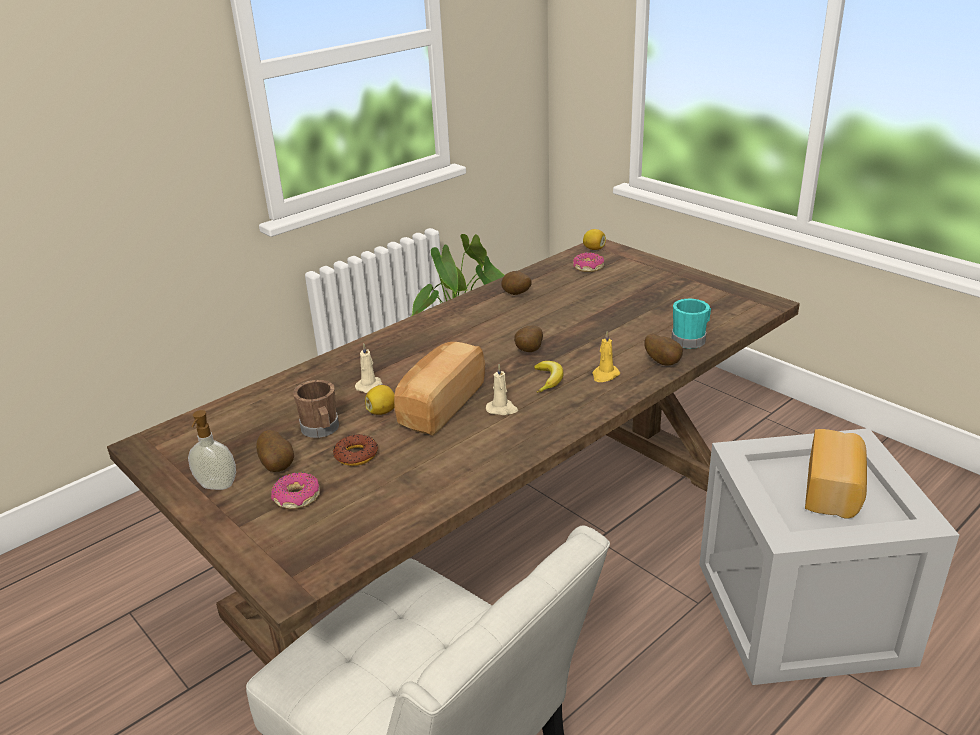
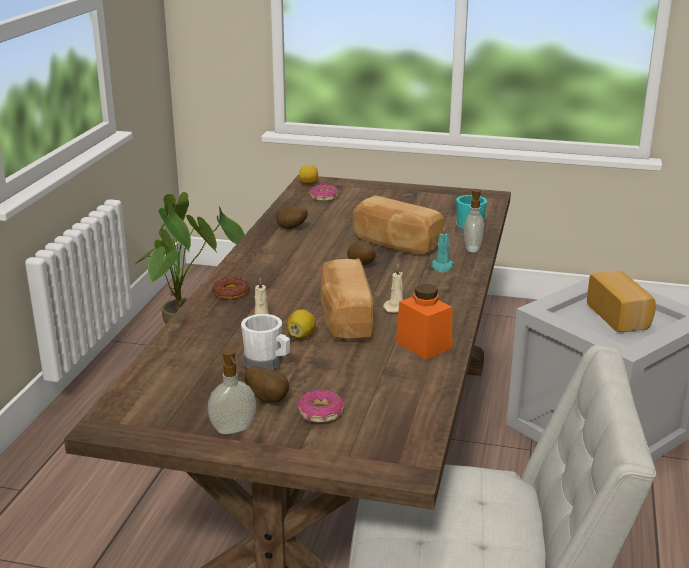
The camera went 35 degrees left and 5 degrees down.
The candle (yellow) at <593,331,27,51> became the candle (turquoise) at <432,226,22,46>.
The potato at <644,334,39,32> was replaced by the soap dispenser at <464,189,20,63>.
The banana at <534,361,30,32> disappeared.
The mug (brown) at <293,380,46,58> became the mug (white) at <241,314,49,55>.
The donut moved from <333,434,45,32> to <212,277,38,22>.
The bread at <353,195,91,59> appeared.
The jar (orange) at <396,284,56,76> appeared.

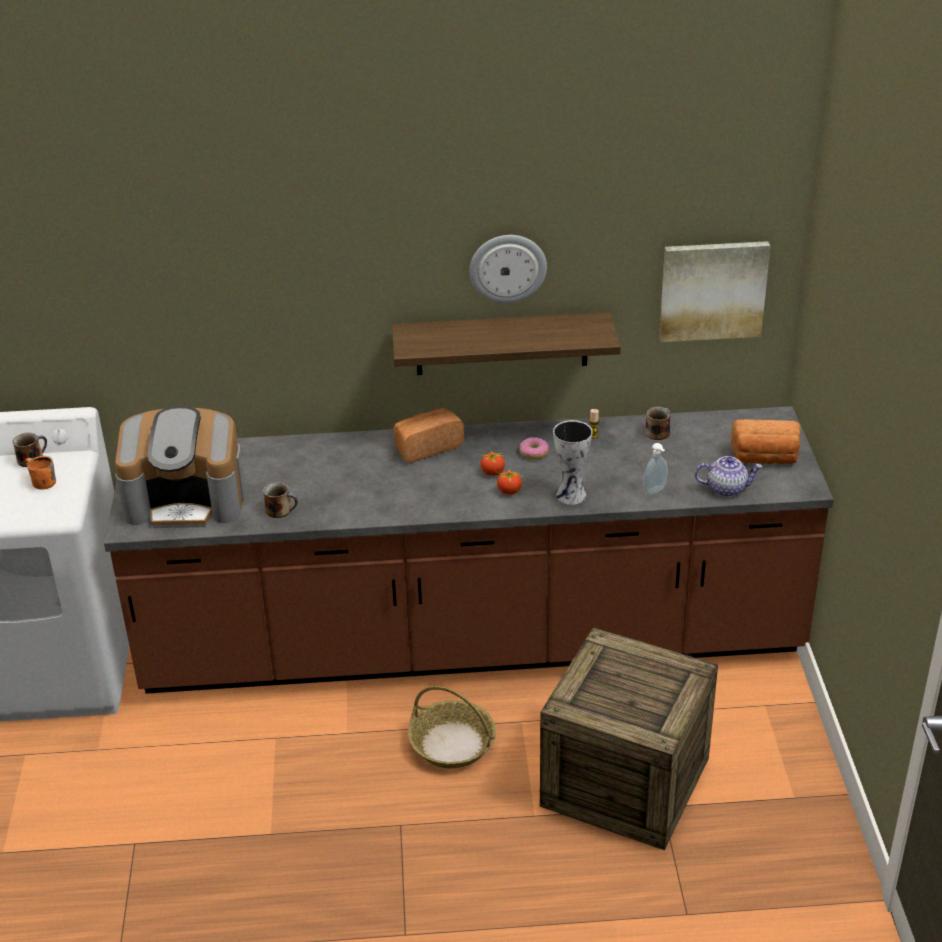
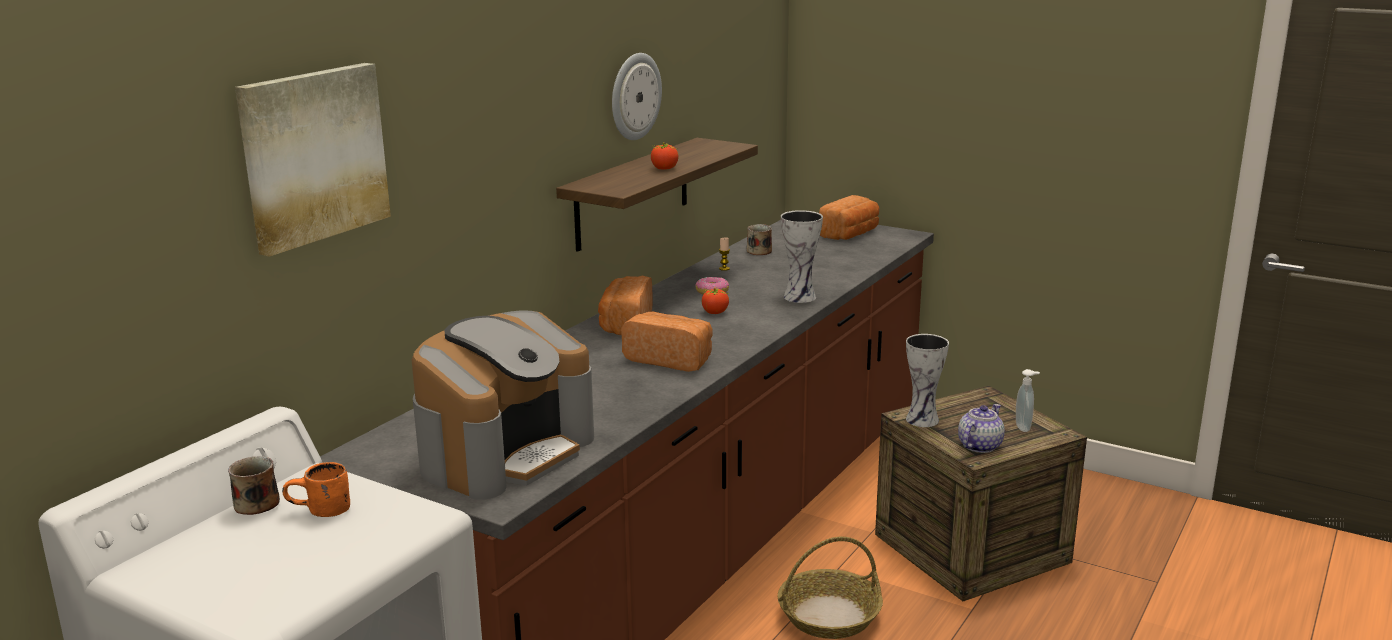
The camera went 55 degrees left and 15 degrees down.
The picture moved from <659,241,112,101> to <235,63,156,194>.
The soap dispenser moved from <643,443,25,52> to <1016,369,24,63>.
The teapot moved from <695,456,67,41> to <958,404,47,49>.
The tomato moved from <497,470,25,25> to <651,143,28,27>.
The mug at <263,482,35,36> disappeared.
The bread at <621,312,92,60> appeared.
The vase at <906,334,43,93> appeared.

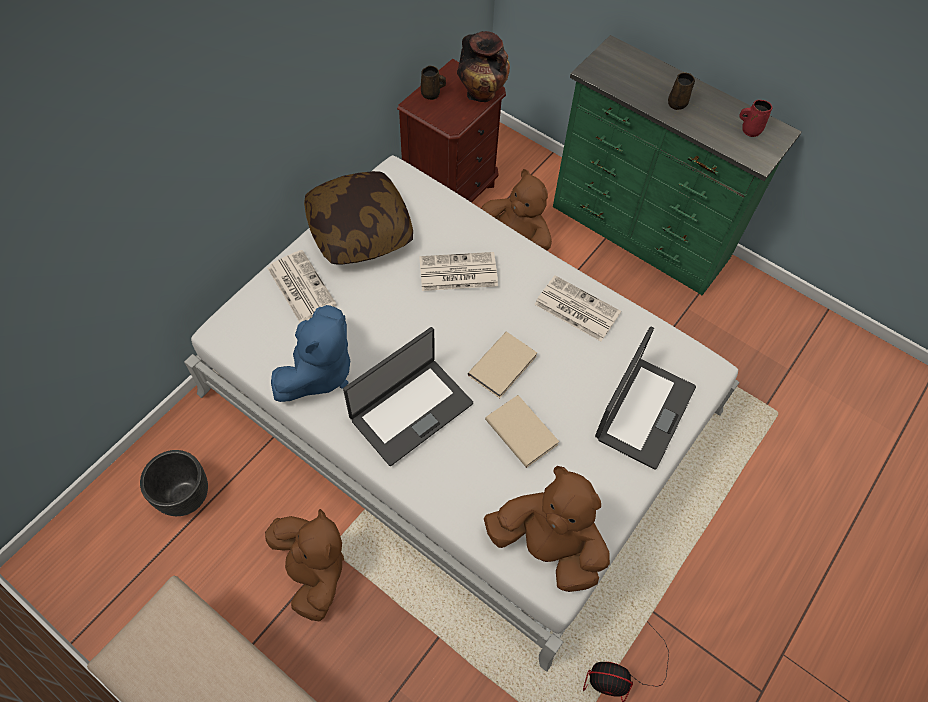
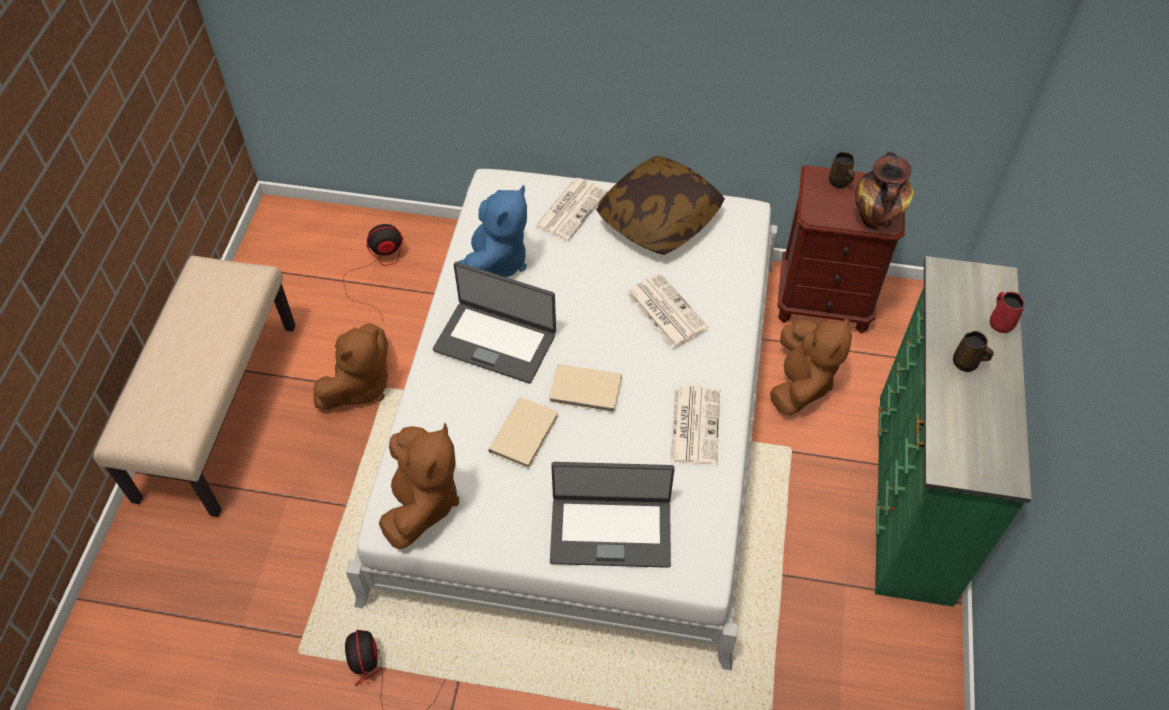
The camera went 65 degrees right and 5 degrees down.
The mug (red) moved from <739,100,33,37> to <990,292,35,41>.
The plush toy (blue) at <271,305,79,97> turned 75 degrees counterclockwise.
The planter (black) at <140,450,68,66> was replaced by the fan at <343,224,60,98>.

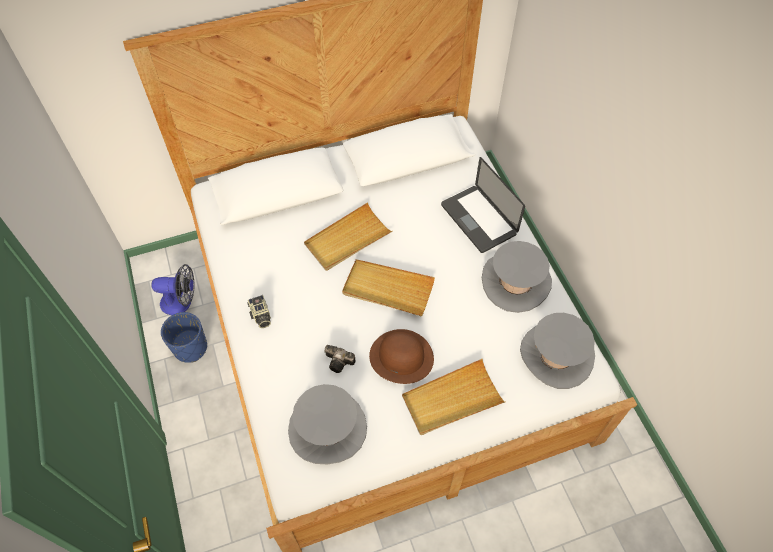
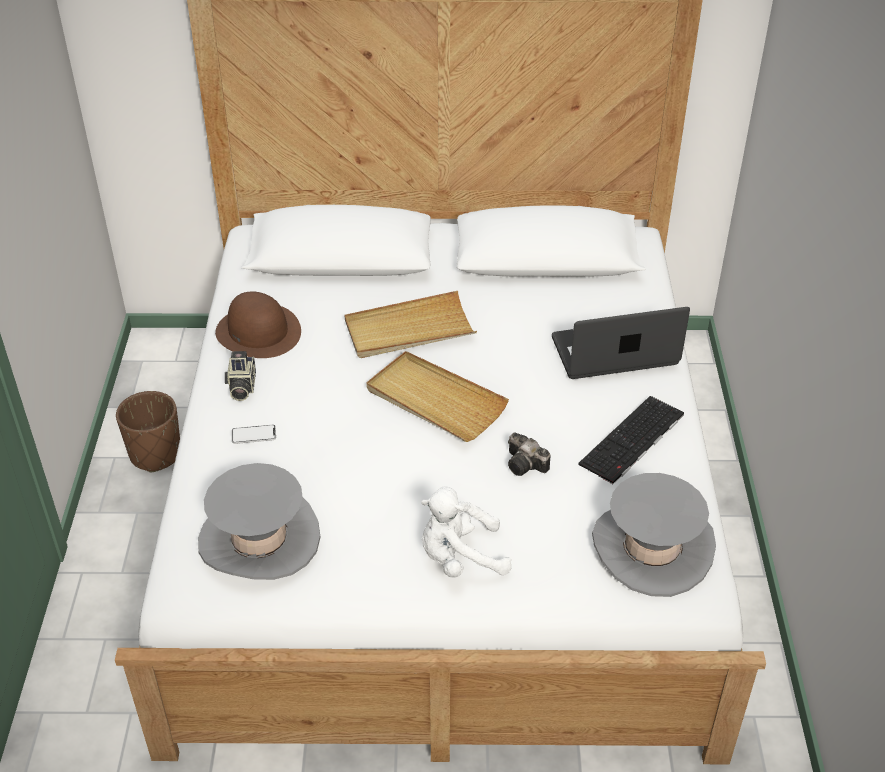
The camera went 20 degrees right and 15 degrees down.
The laptop at <441,157,84,96> turned 90 degrees clockwise.
The hat (grey) at <482,241,70,72> was replaced by the keyboard at <578,396,106,88>.
The fan at <151,264,43,51> disappeared.
The planter (blue) at <161,312,46,50> became the planter (brown) at <116,391,64,81>.
The hat (brown) moved from <369,329,65,55> to <215,291,86,67>.
The photo camera moved from <324,345,32,28> to <508,433,43,43>.
The tray (beige) at <402,359,104,76> was replaced by the plush toy (white) at <421,486,90,92>.
The phone at <232,425,44,19> appeared.

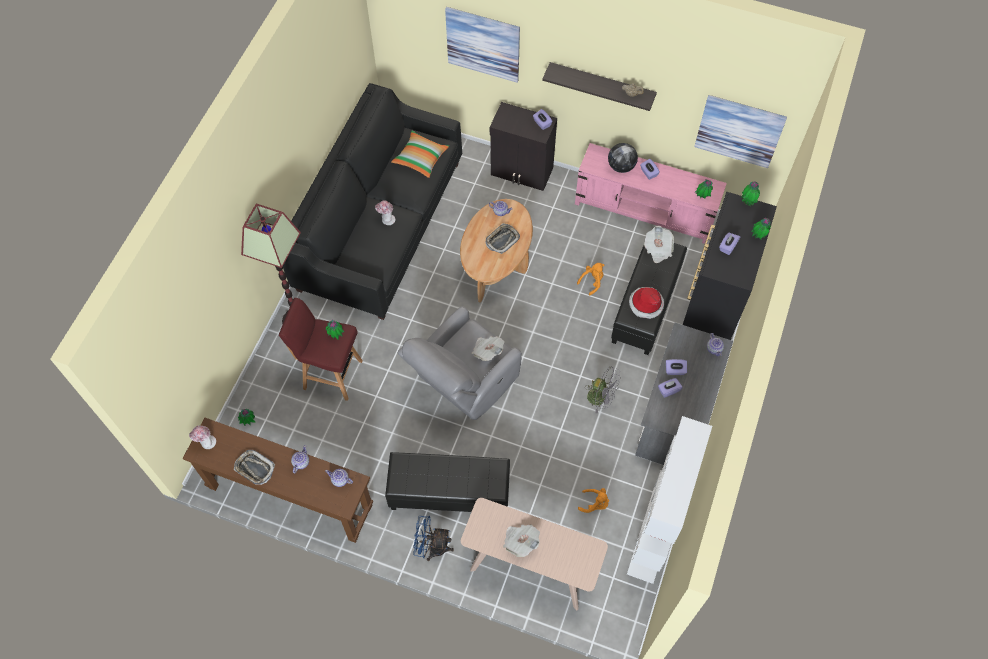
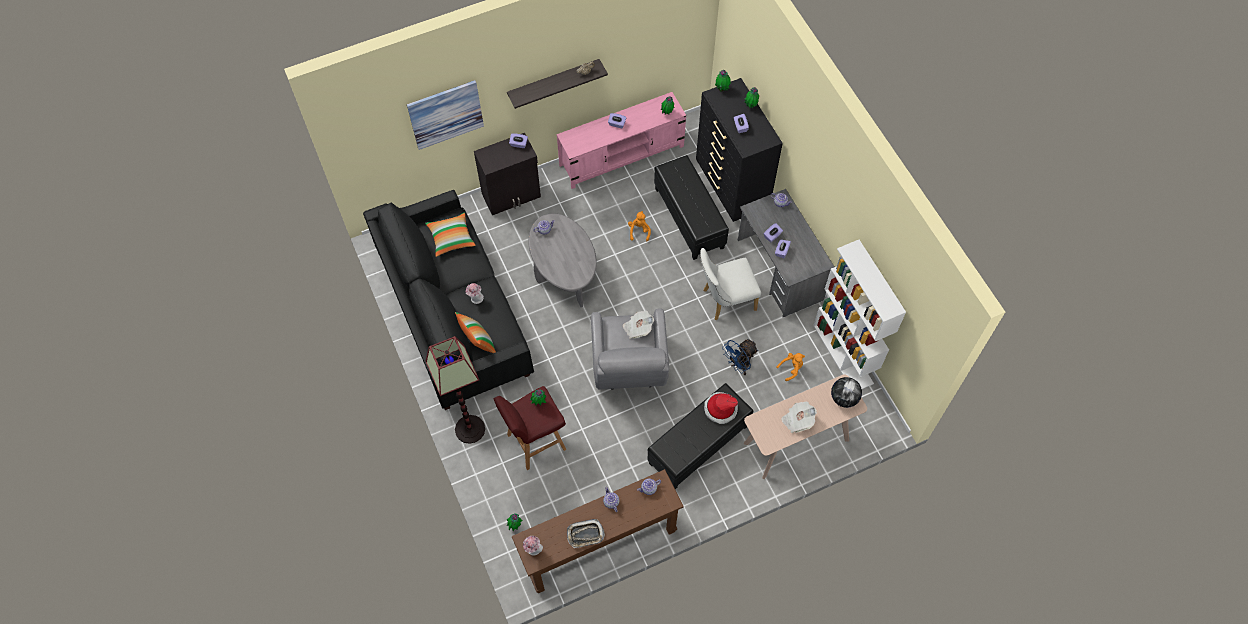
The camera went 45 degrees left and 0 degrees up.
The picture at <694,95,93,73> disappeared.
The globe moved from <608,143,30,30> to <831,377,31,31>.
The coffee table (brown) at <460,199,73,104> became the coffee table (grey) at <528,213,69,94>.
The tray at <485,223,35,31> disappeared.
The newspaper at <644,226,30,37> disappeared.
The hat moved from <629,287,35,32> to <704,392,34,32>.
The fan (grey) at <585,367,36,46> was replaced by the chair (white) at <700,248,61,72>.
The fan (blue) moved from <413,516,41,45> to <722,339,36,36>.
The pillow at <455,312,41,41> appeared.

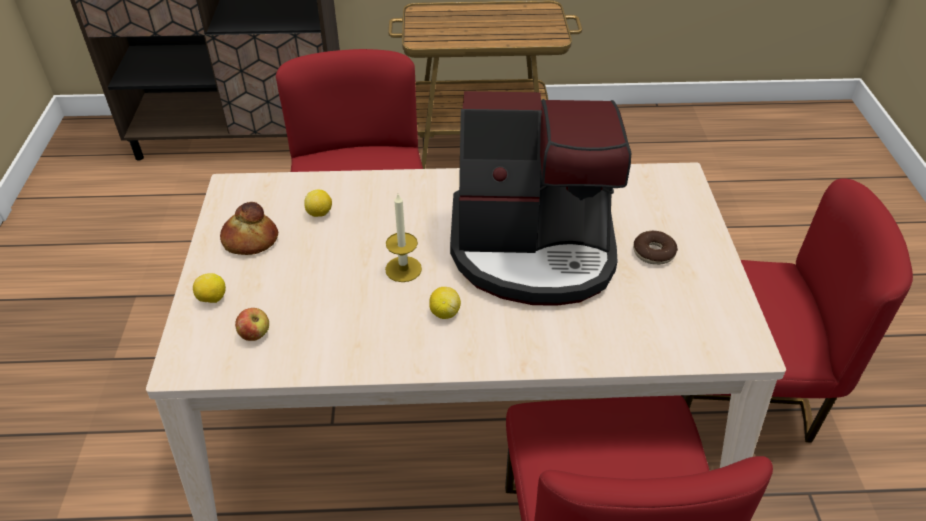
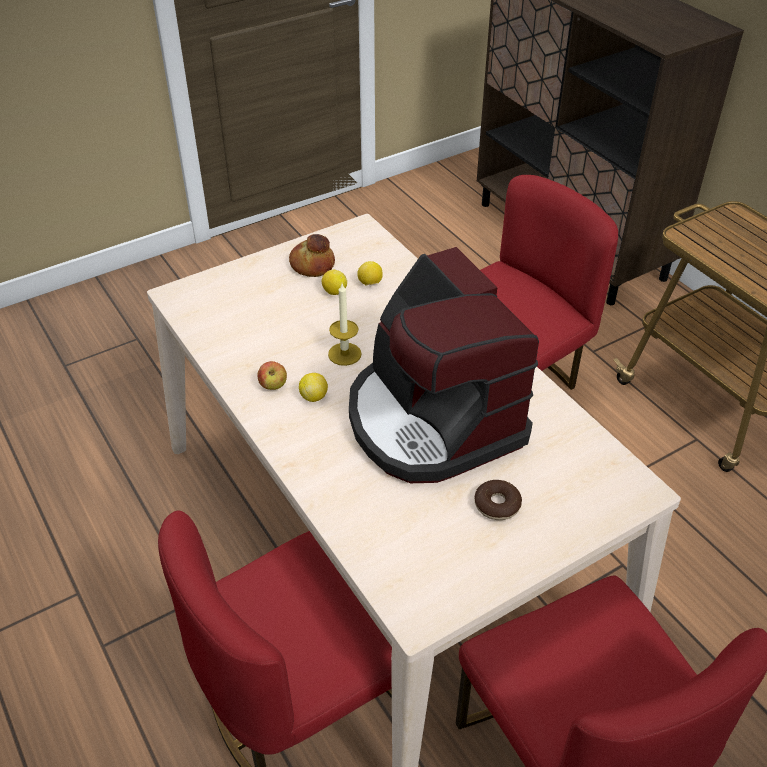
The camera went 60 degrees right and 0 degrees up.
The lemon moved from <193,273,33,30> to <322,270,25,25>.
The apple moved from <235,308,34,33> to <257,361,30,29>.

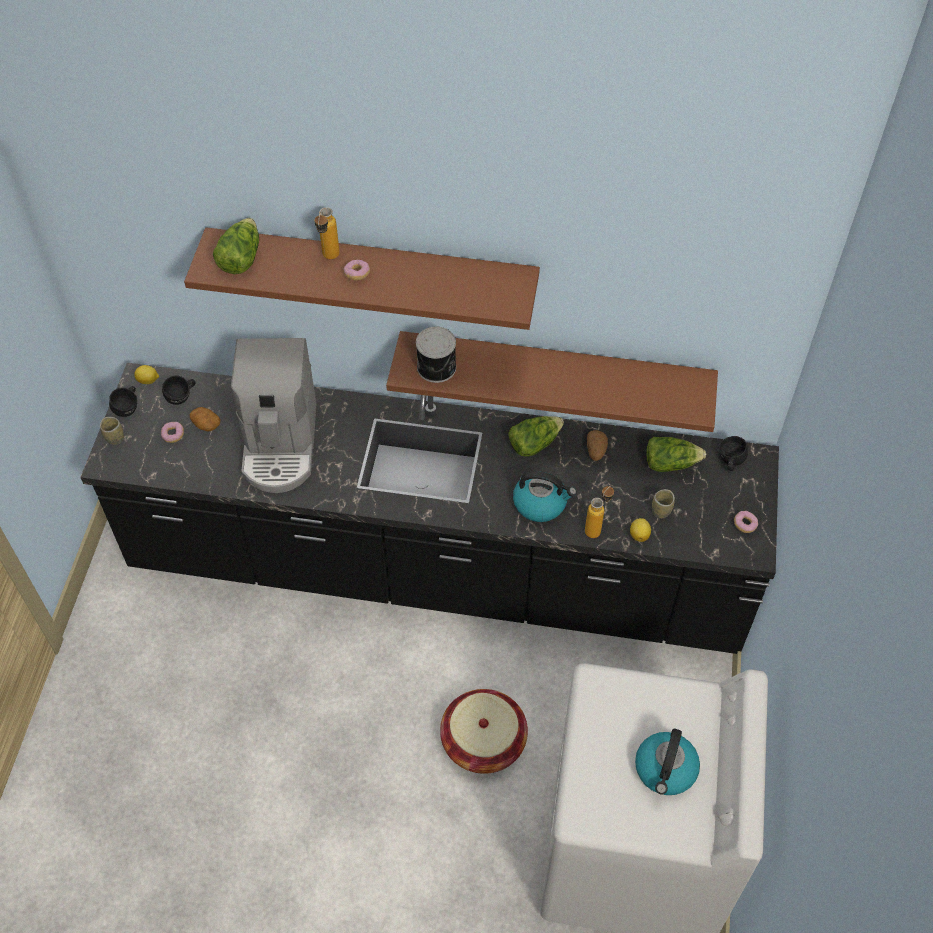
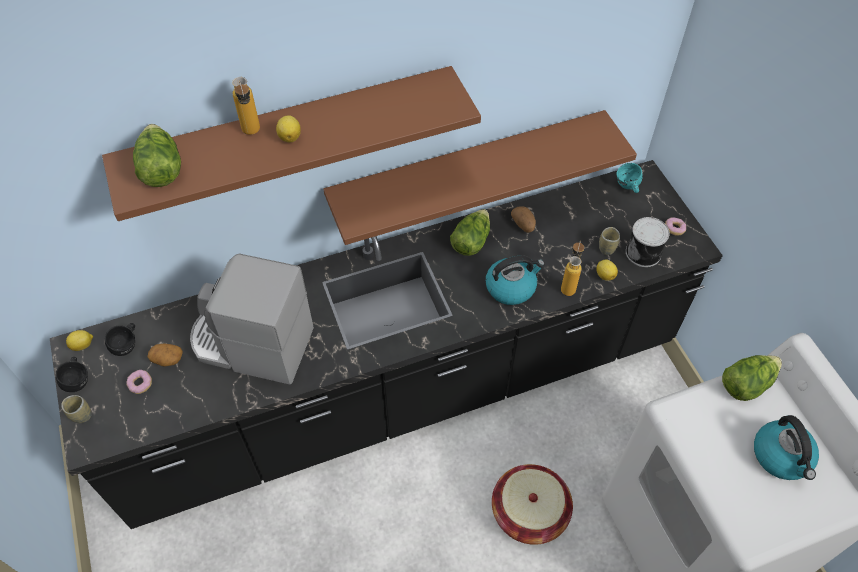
The camera went 30 degrees left and 0 degrees up.
The donut at <344,260,26,21> was replaced by the lemon at <276,116,25,26>.
The can moved from <416,327,40,56> to <626,217,44,50>.
The coffee machine at <231,338,86,155> turned 135 degrees clockwise.
The mug (black) at <719,436,29,35> became the mug (turquoise) at <617,163,26,30>.
The lettuce moved from <646,437,60,35> to <722,355,60,46>.

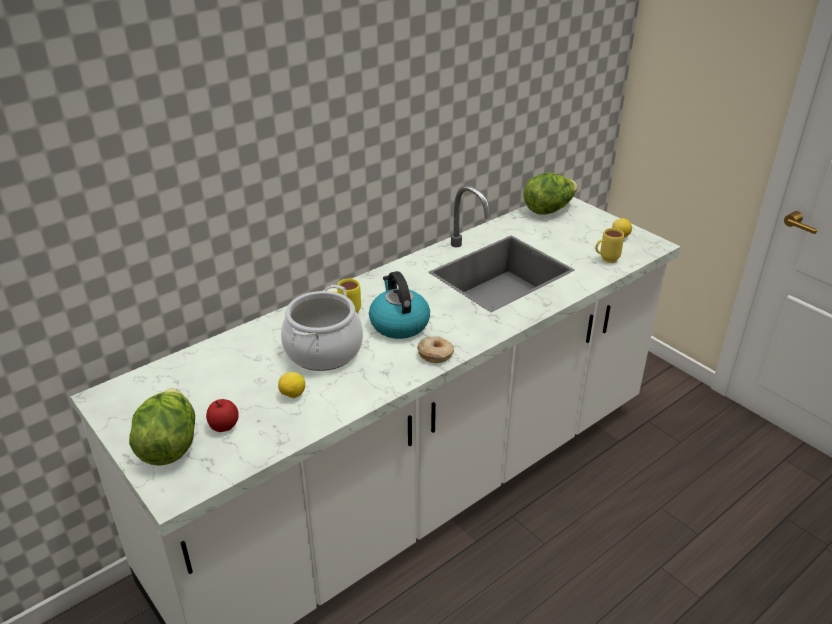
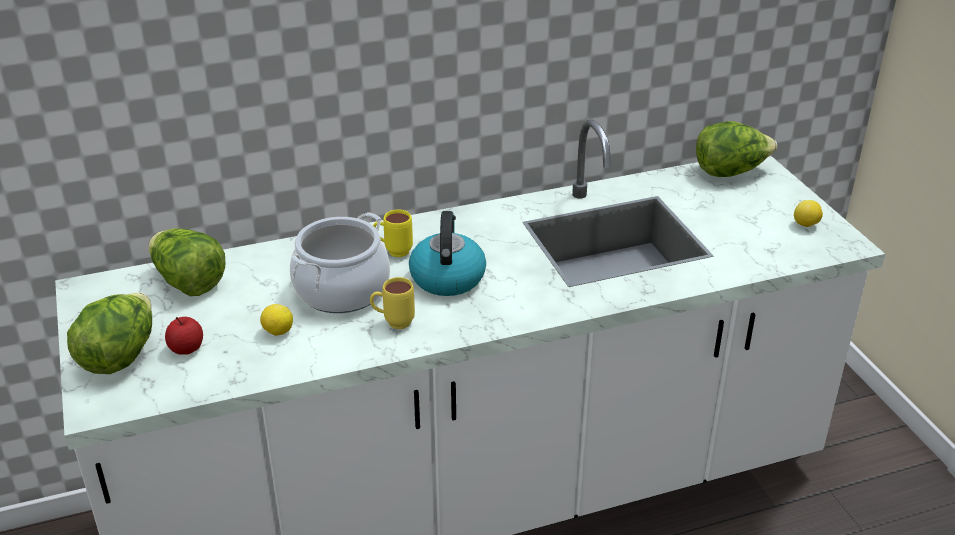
The camera went 20 degrees right and 0 degrees up.
The mug (yellow) moved from <595,228,29,35> to <370,277,45,52>.
The donut at <417,336,37,27> disappeared.
The lettuce at <148,228,77,68> appeared.

